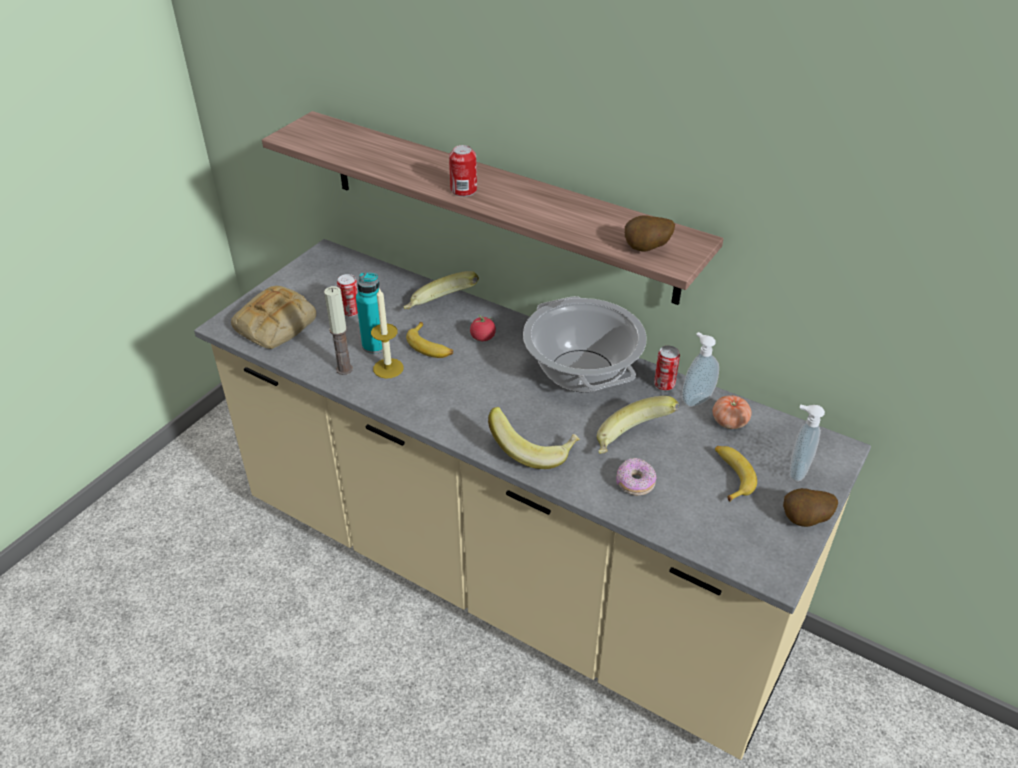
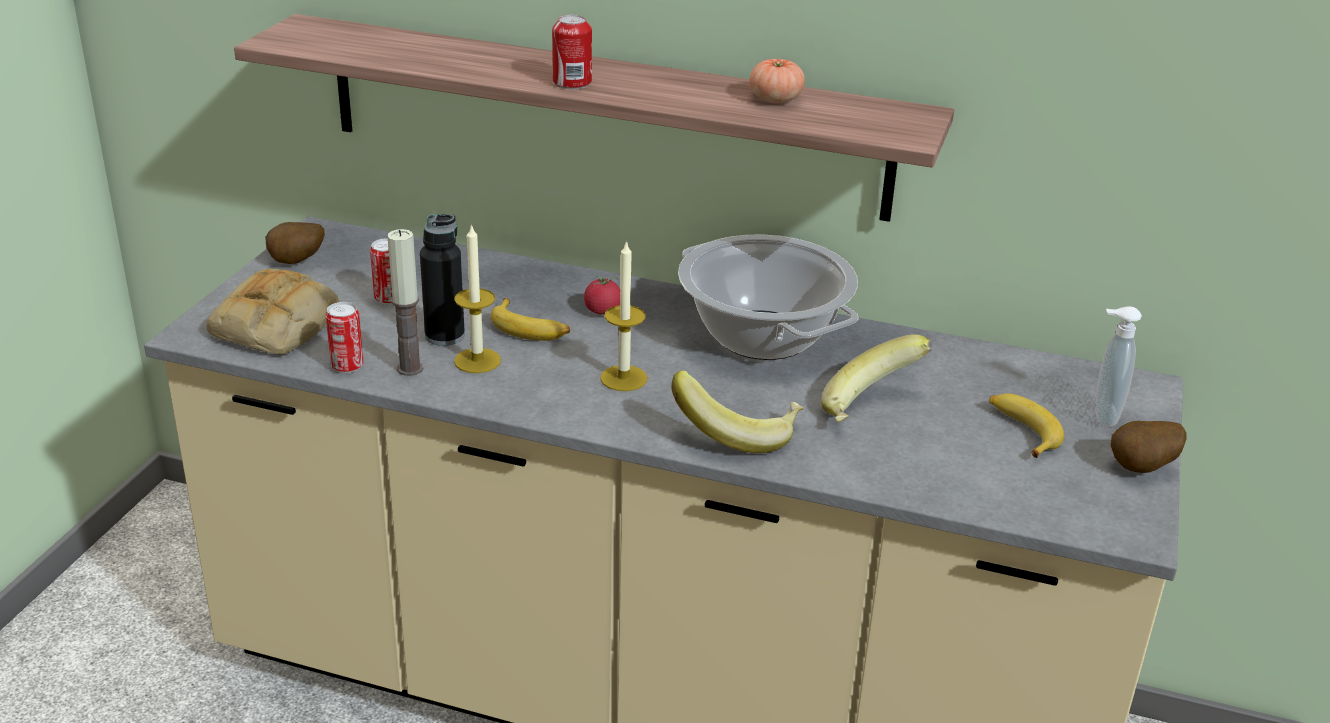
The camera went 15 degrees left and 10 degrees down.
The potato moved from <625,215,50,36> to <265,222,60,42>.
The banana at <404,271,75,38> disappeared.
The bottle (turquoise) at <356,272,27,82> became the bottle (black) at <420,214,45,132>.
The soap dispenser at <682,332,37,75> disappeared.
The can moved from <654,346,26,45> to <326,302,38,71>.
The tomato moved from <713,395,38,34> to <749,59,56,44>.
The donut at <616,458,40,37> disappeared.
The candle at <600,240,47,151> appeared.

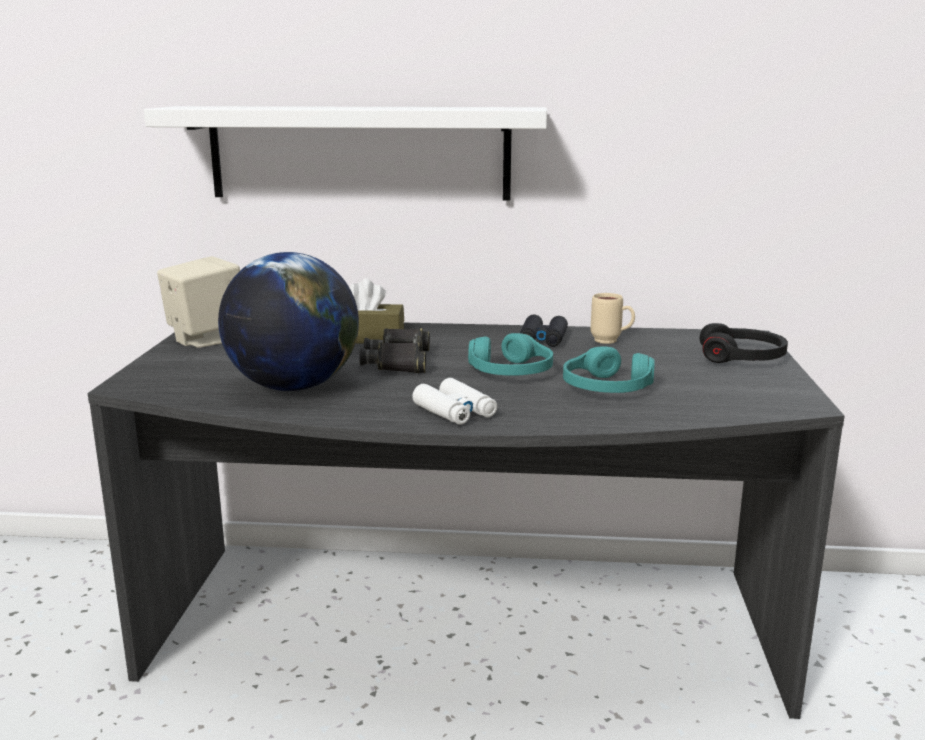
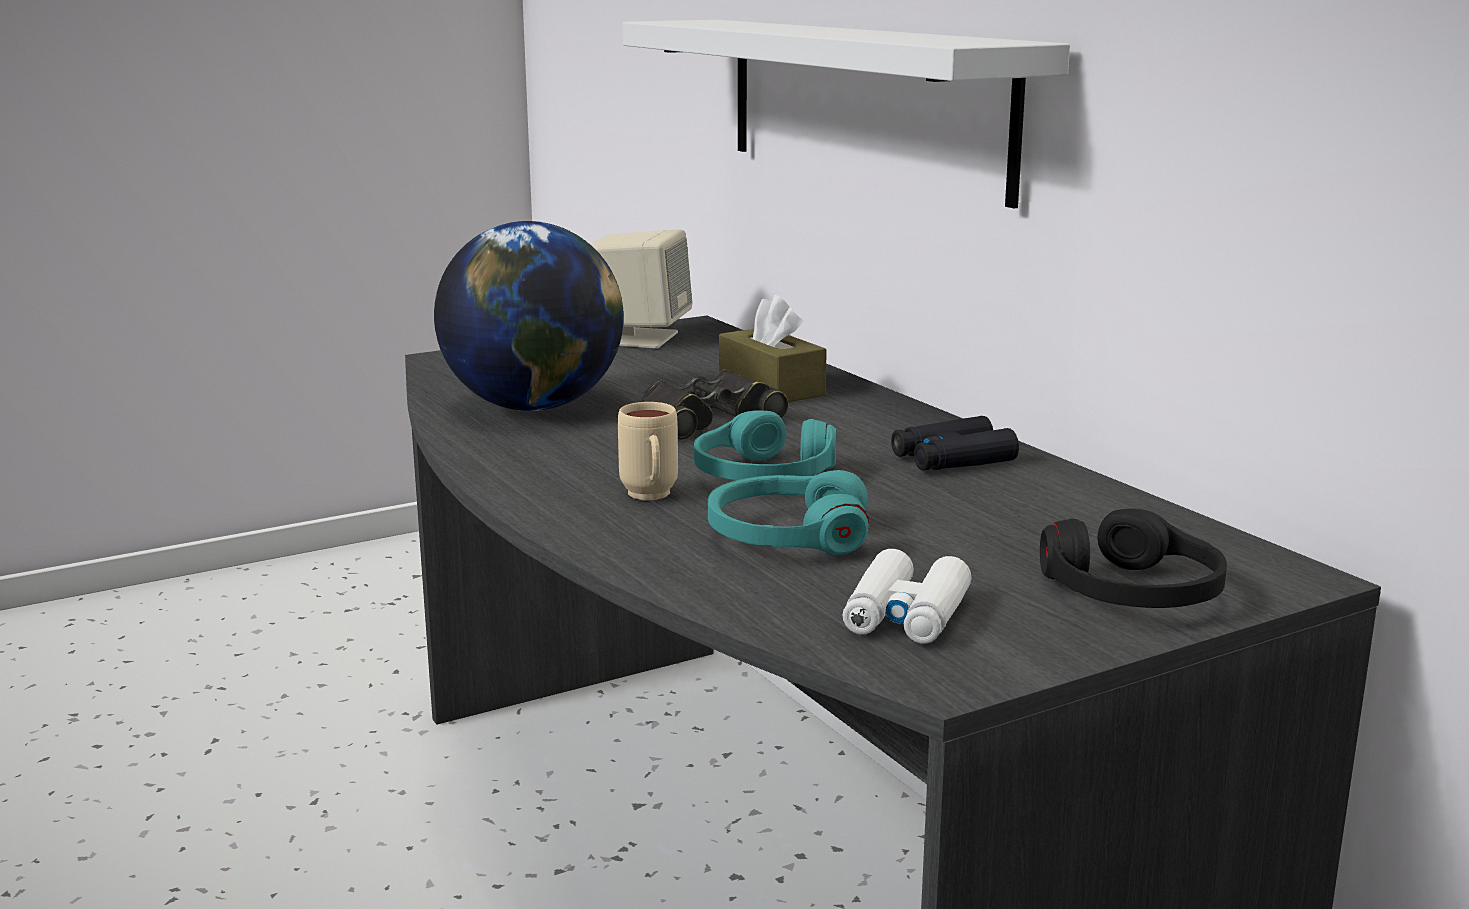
The camera went 55 degrees right and 0 degrees up.
The mug (beige) moved from <591,293,44,51> to <618,402,60,98>.
The binoculars (white) moved from <412,378,85,47> to <843,549,128,95>.

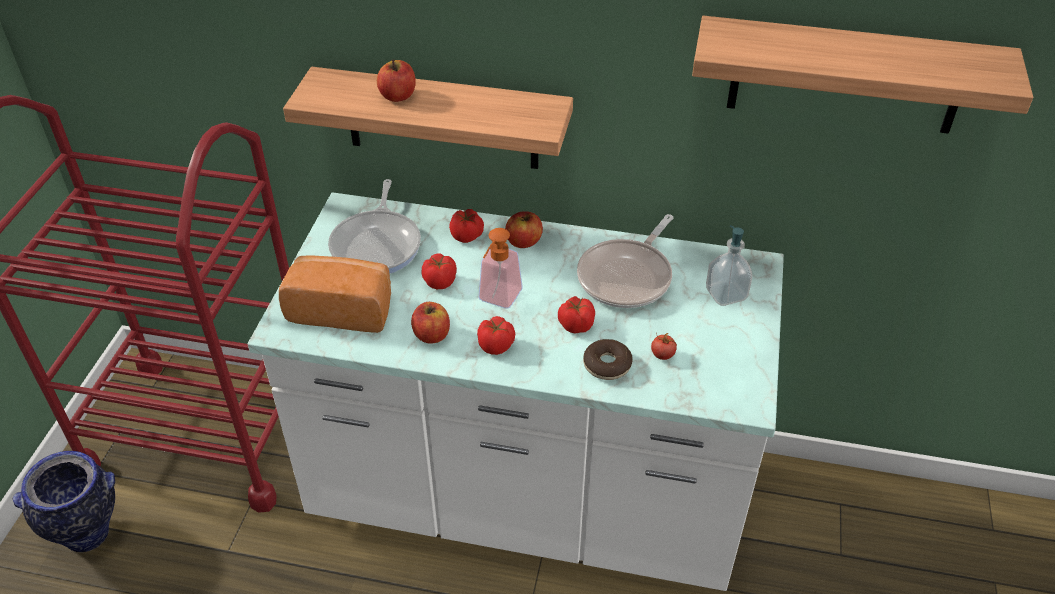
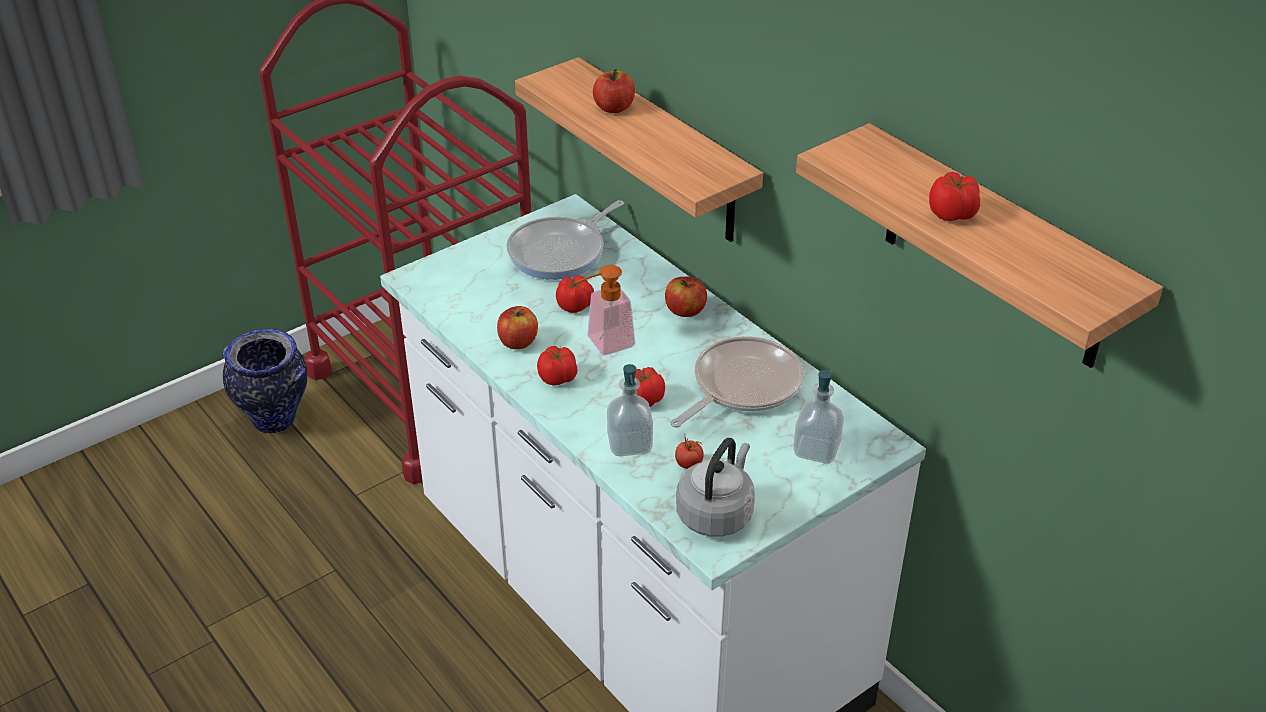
The camera went 40 degrees right and 5 degrees down.
The tomato moved from <449,209,35,34> to <929,172,51,49>.
The frying pan at <577,214,97,94> turned 150 degrees clockwise.
The bread at <279,255,112,78> disappeared.
The donut at <583,339,50,41> was replaced by the soap dispenser at <607,364,46,92>.
The kettle (grey) at <676,438,79,99> appeared.

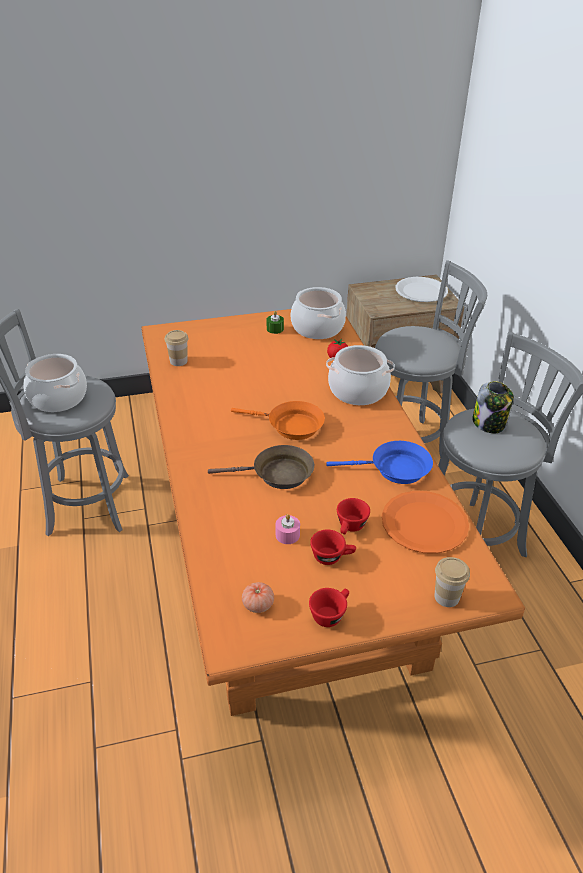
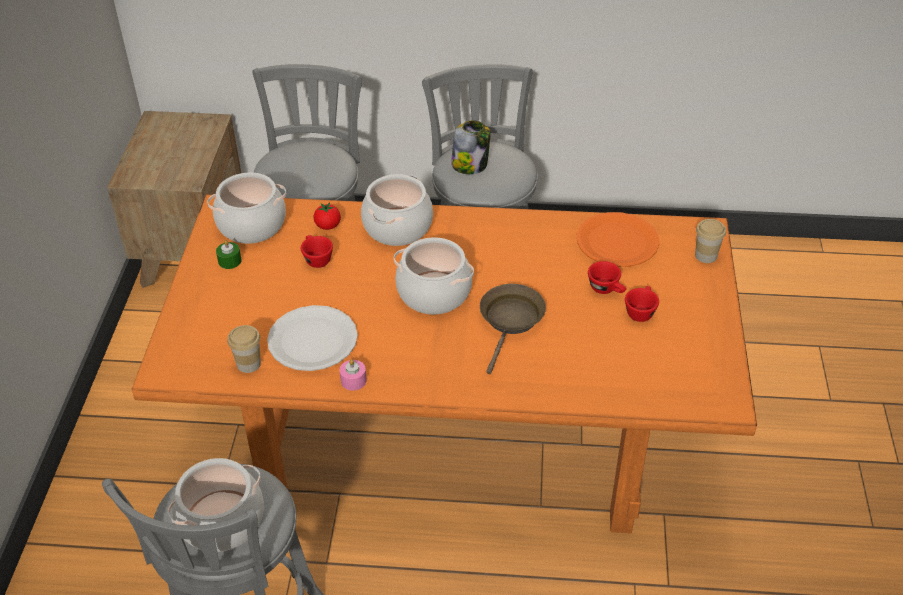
The camera went 70 degrees left and 5 degrees up.
The plate (white) moved from <396,277,52,25> to <267,305,91,66>.
The frying pan (orange) at <231,401,94,39> was replaced by the cooking pot at <394,237,80,78>.
The frying pan (blue) at <326,441,107,43> disappeared.
The candle (pink) moved from <276,514,24,30> to <340,359,27,31>.
The tomato at <242,582,32,31> disappeared.
The cup (red) moved from <309,588,40,39> to <301,235,32,33>.

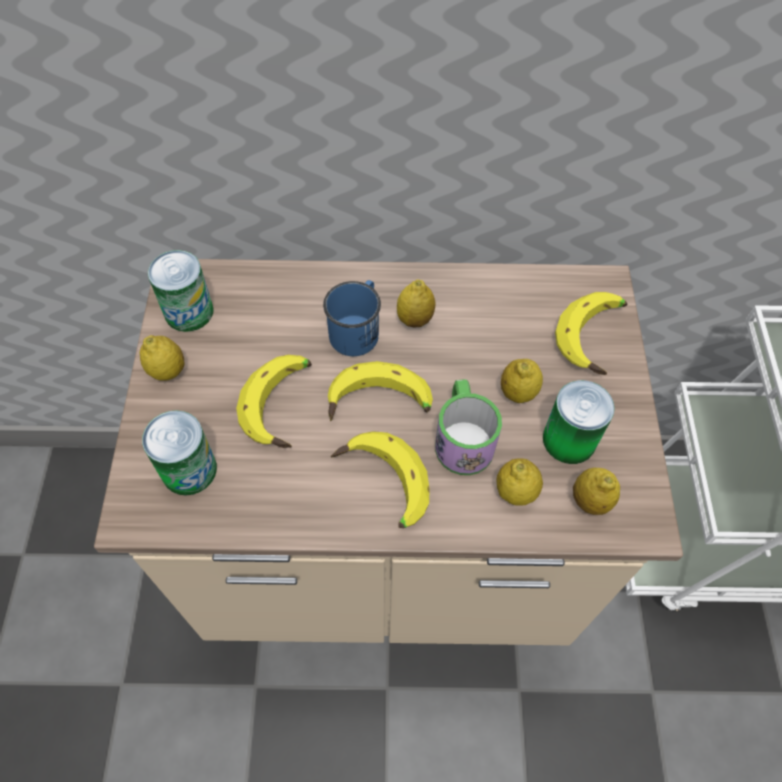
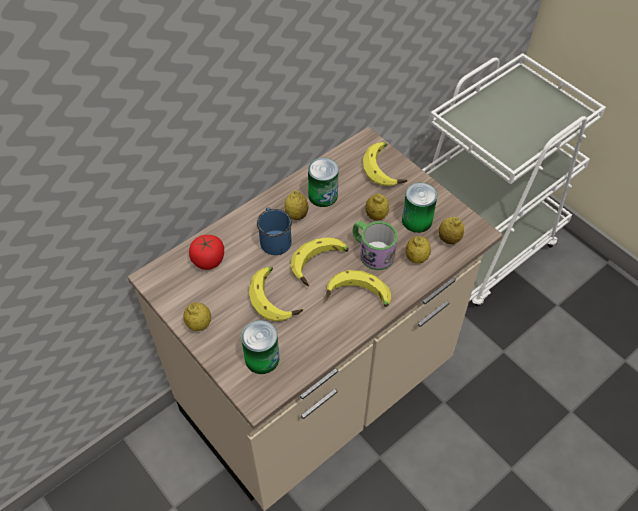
The camera went 40 degrees left and 5 degrees down.
The can moved from <148,250,66,82> to <308,158,31,49>.
The tomato at <189,235,35,35> appeared.

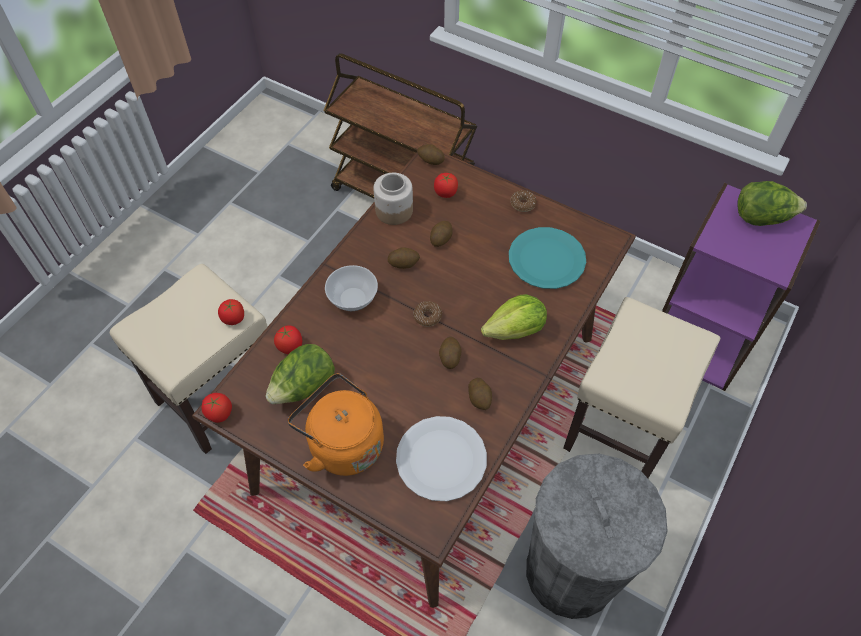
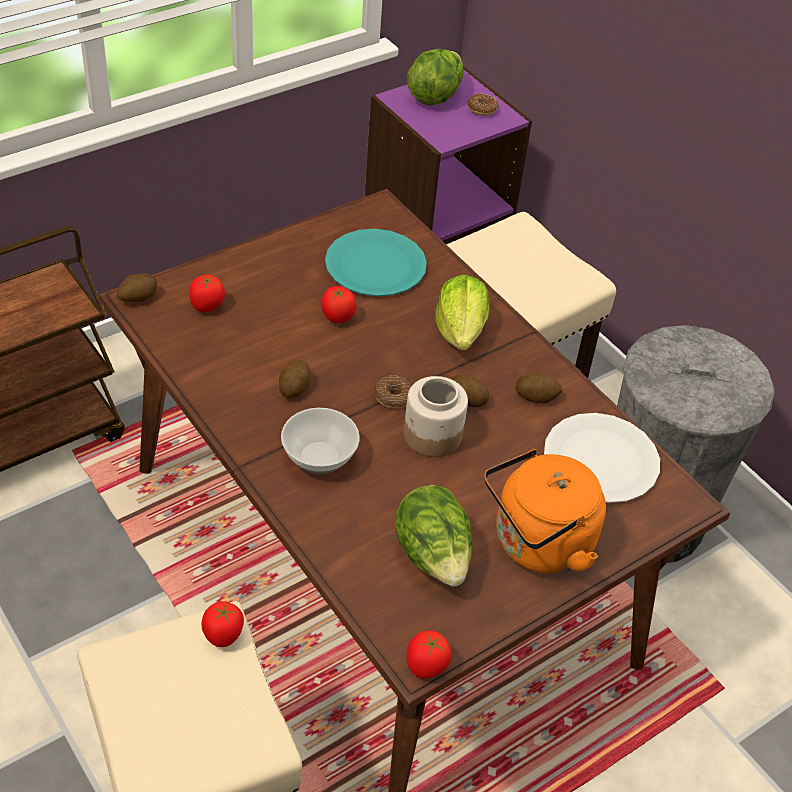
The camera went 70 degrees left and 10 degrees down.
The jar moved from <373,173,40,52> to <404,376,64,81>.
The donut moved from <511,190,26,22> to <467,93,31,23>.
The potato at <430,221,22,26> disappeared.
The tomato moved from <274,326,28,28> to <321,286,35,37>.

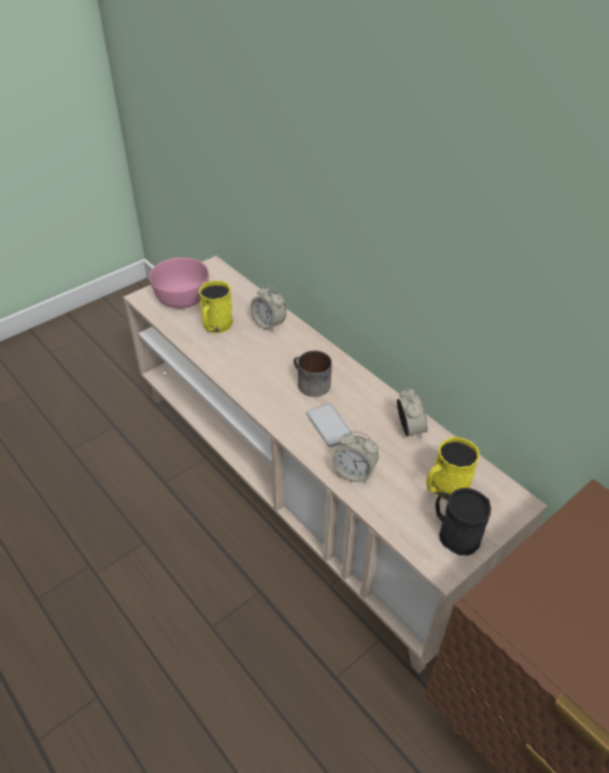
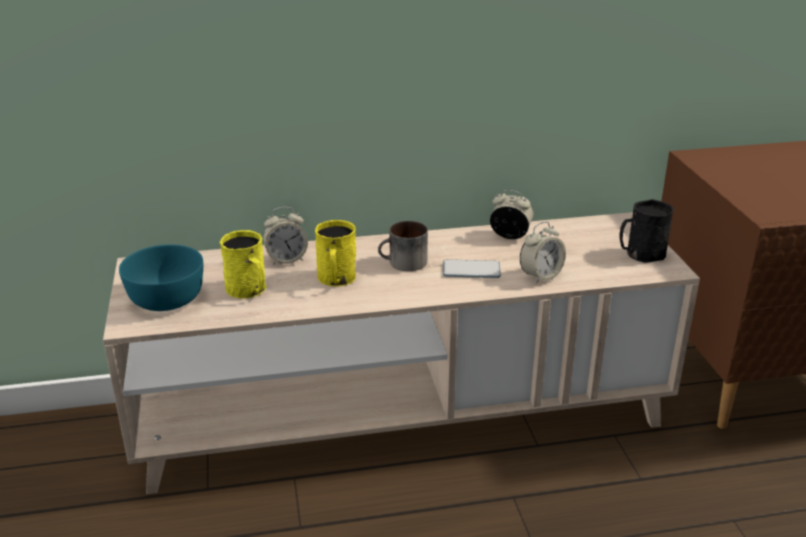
The camera went 60 degrees left and 15 degrees down.
The bowl (pink) at <149,257,60,51> became the bowl (turquoise) at <119,244,84,67>.
The mug (yellow) moved from <426,436,54,64> to <315,220,41,67>.

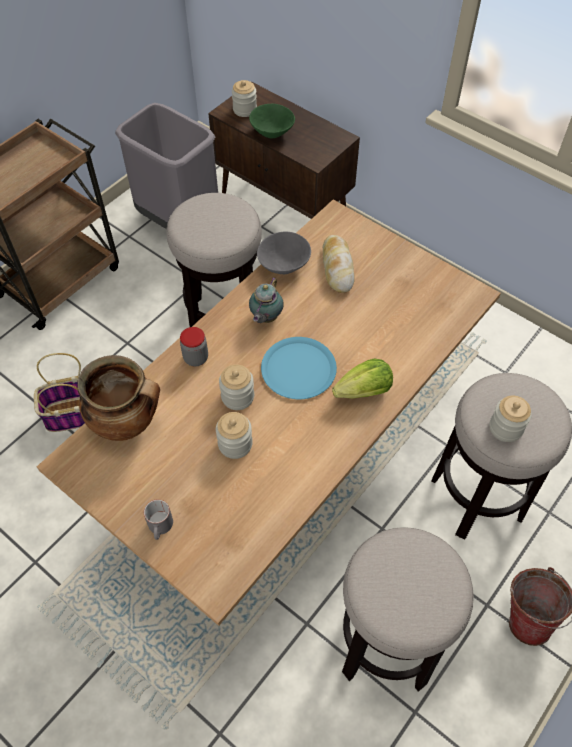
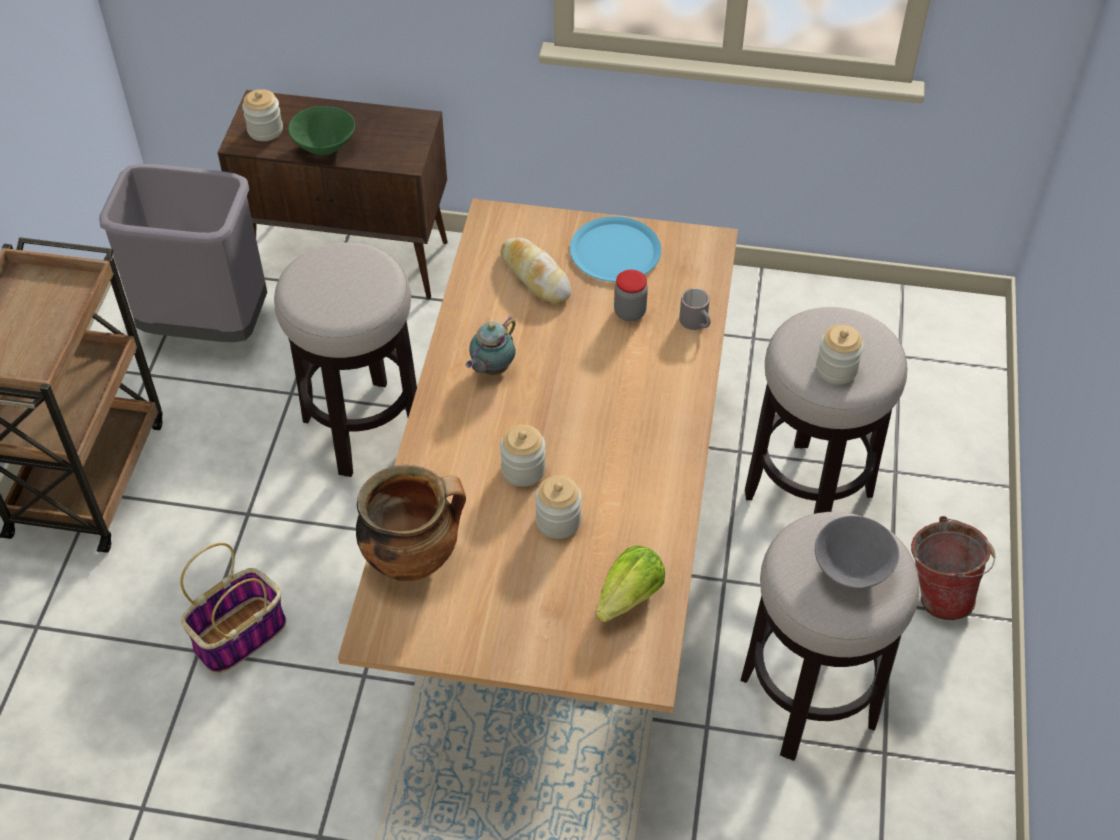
The camera went 30 degrees left and 5 degrees down.
The bowl (grey) moved from <257,232,54,42> to <815,516,84,73>.
The teapot at <249,277,35,46> turned 45 degrees clockwise.
The jar moved from <180,327,28,39> to <614,270,34,51>.
The plate (blue) moved from <261,337,76,62> to <570,216,91,66>.
The lettuce moved from <332,359,61,40> to <596,545,69,77>.
The mug (grey) moved from <144,499,29,41> to <679,288,32,42>.

